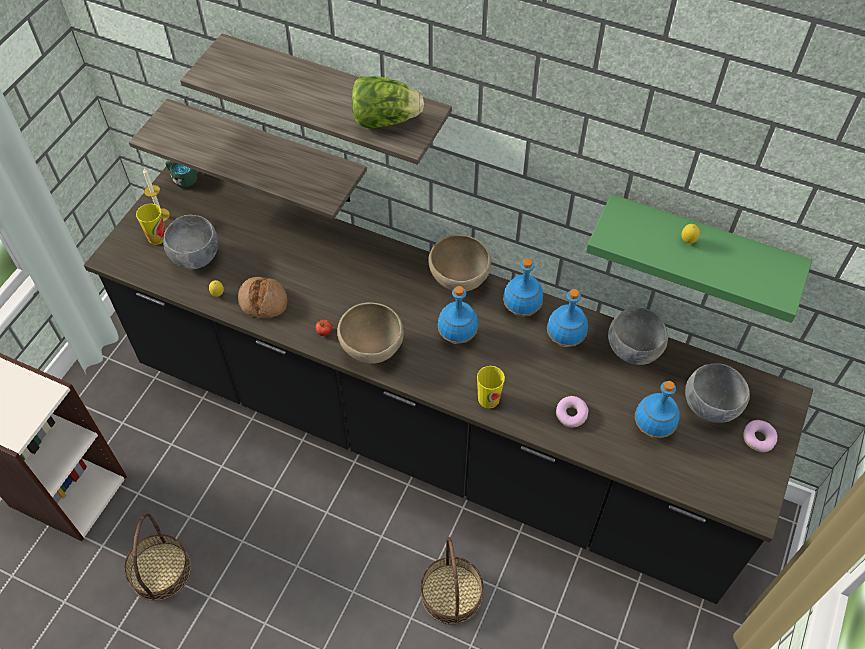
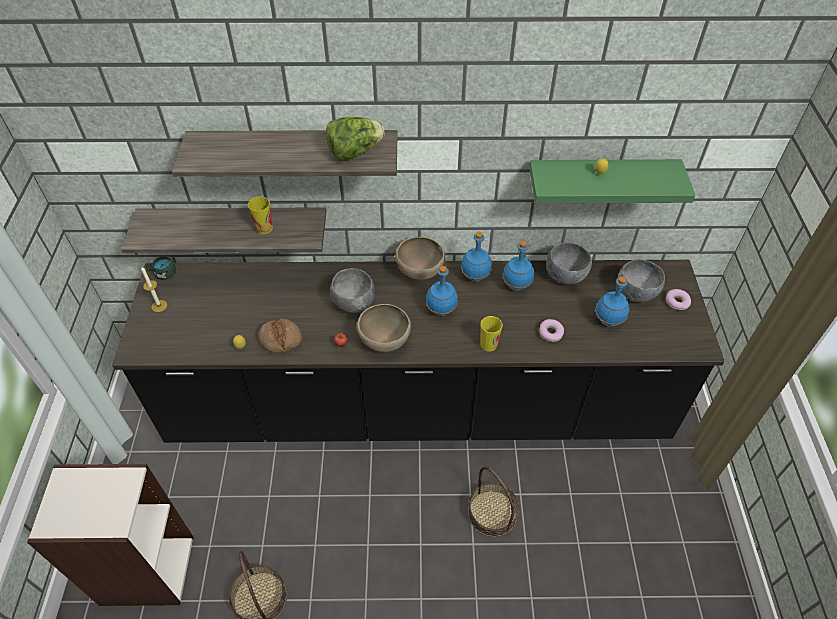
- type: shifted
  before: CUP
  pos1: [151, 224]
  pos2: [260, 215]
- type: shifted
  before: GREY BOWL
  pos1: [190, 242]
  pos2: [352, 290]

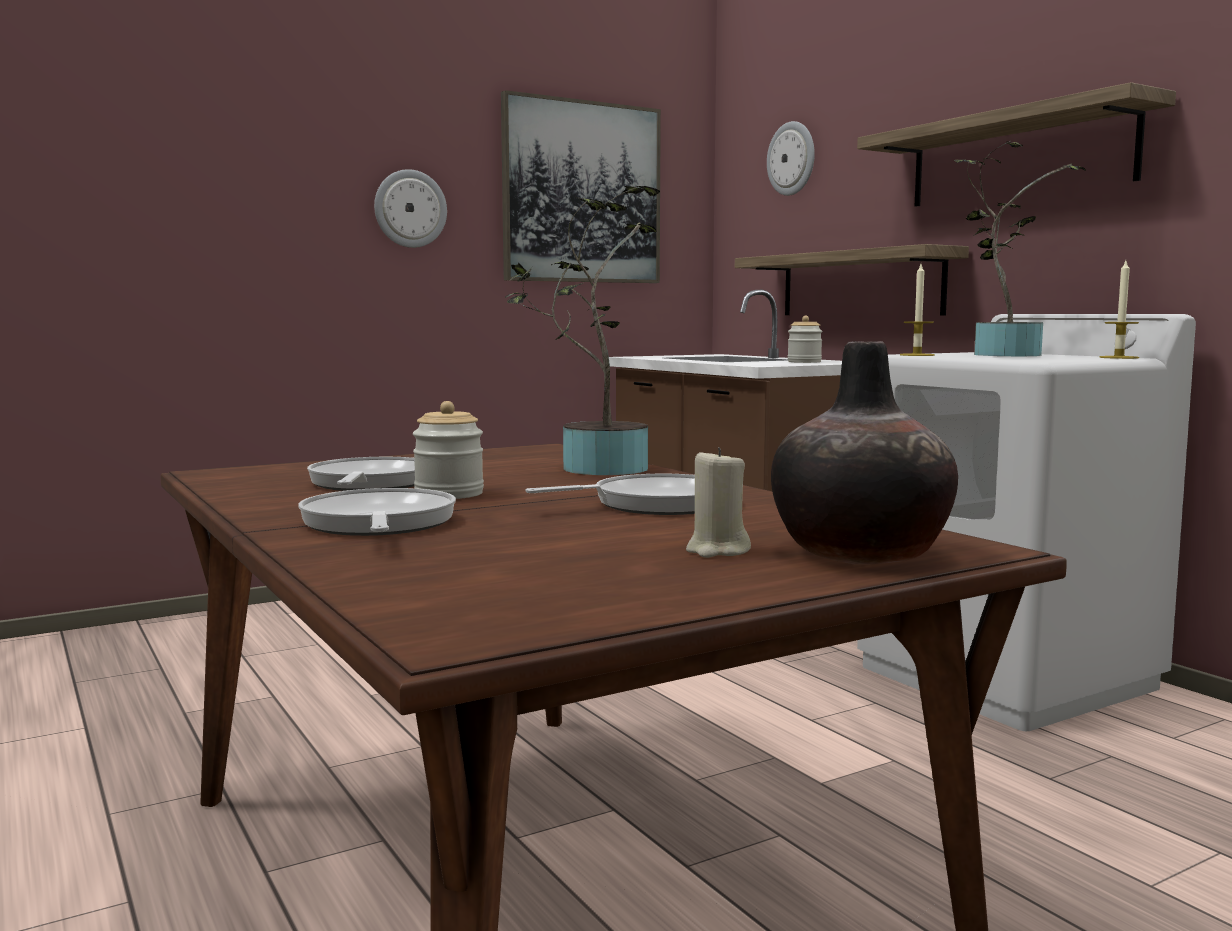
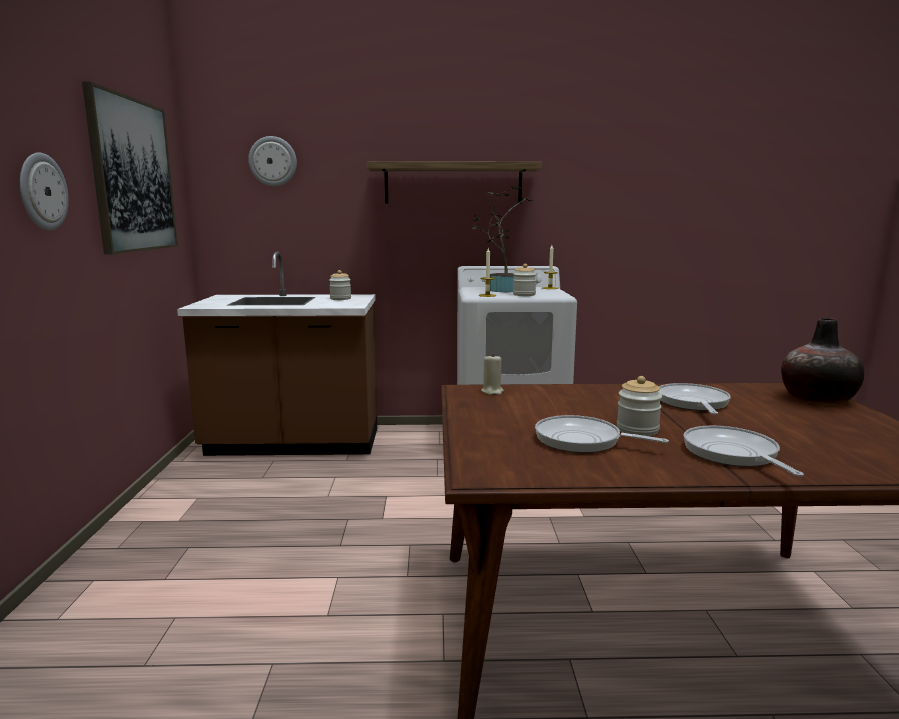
- type: gone
  before: POTTED PLANT
  pos1: [582, 330]
- type: gone
  before: SHELF
  pos1: [852, 280]
- type: new
  after: JAR
  pos2: [525, 280]
- type: shifted
  before: BEIGE CANDLE
  pos1: [718, 502]
  pos2: [492, 374]
- type: rotated
  before: FRYING PAN
  pos1: [377, 512]
  pos2: [743, 451]
  turn: 60

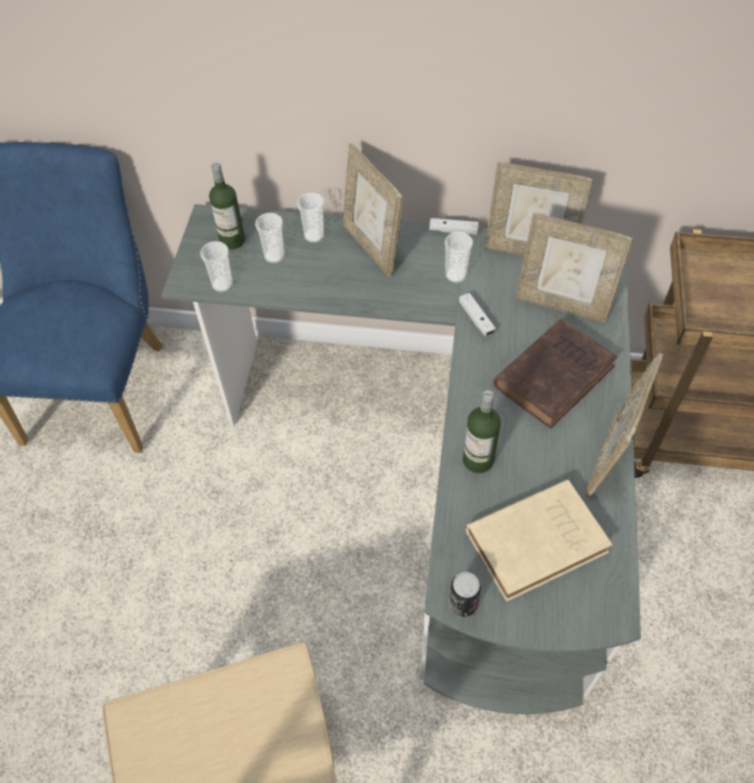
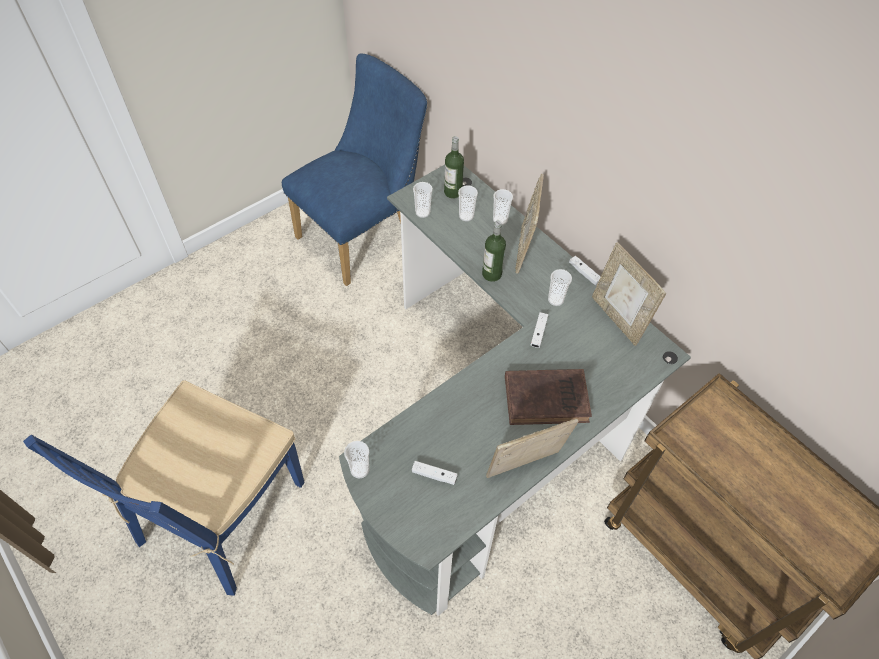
- type: gone
  before: PICTURE FRAME
  pos1: [574, 268]
- type: shifted
  before: BOTTLE
  pos1: [482, 431]
  pos2: [494, 251]
- type: swapped
  before: CAN
  after: CUP
  pos1: [465, 594]
  pos2: [356, 460]
- type: swapped
  before: BEIGE BOOK
  after: WHITE GAME CONTROLLER
  pos1: [539, 540]
  pos2: [435, 473]

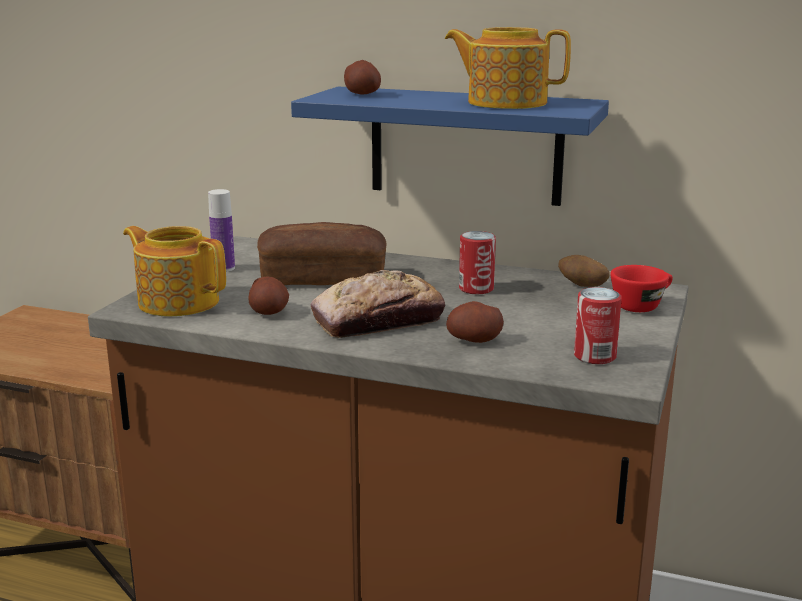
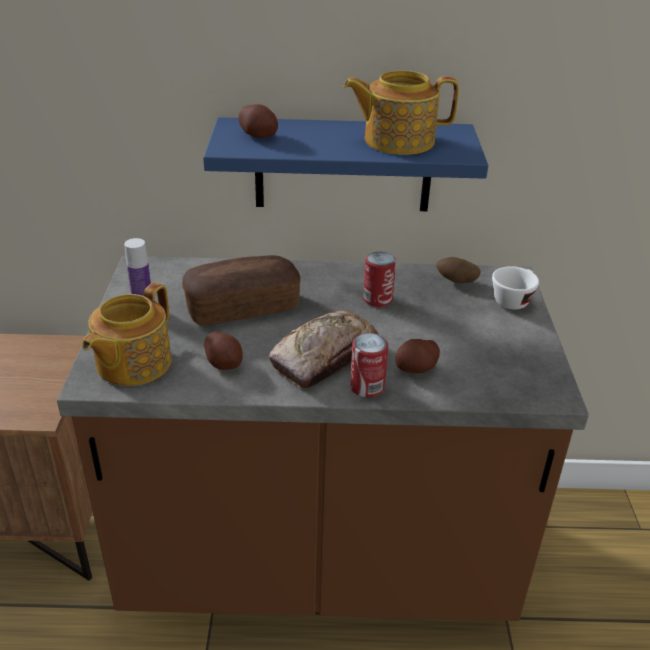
- type: shifted
  before: CAN
  pos1: [598, 325]
  pos2: [369, 365]
- type: repainted
  before: RED CUP
  after: WHITE CUP
  pos1: [641, 288]
  pos2: [515, 288]
- type: rotated
  before: TEAPOT
  pos1: [174, 271]
  pos2: [127, 334]
  turn: -75

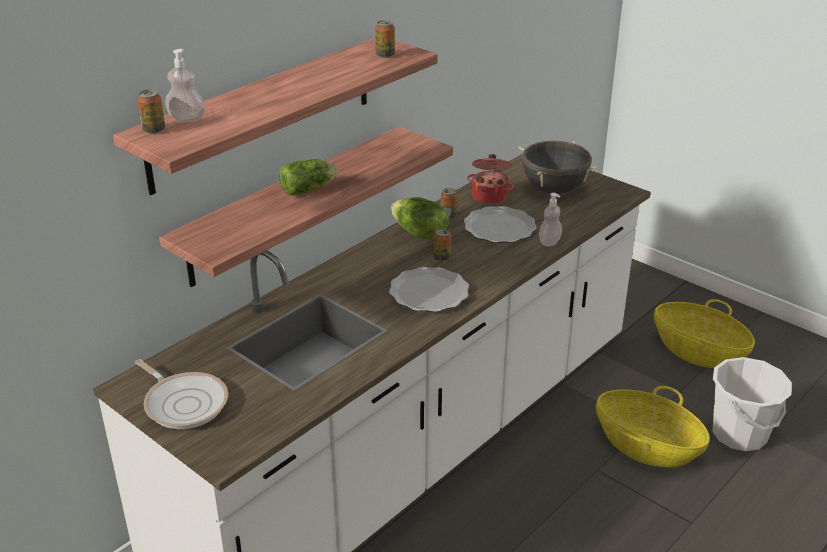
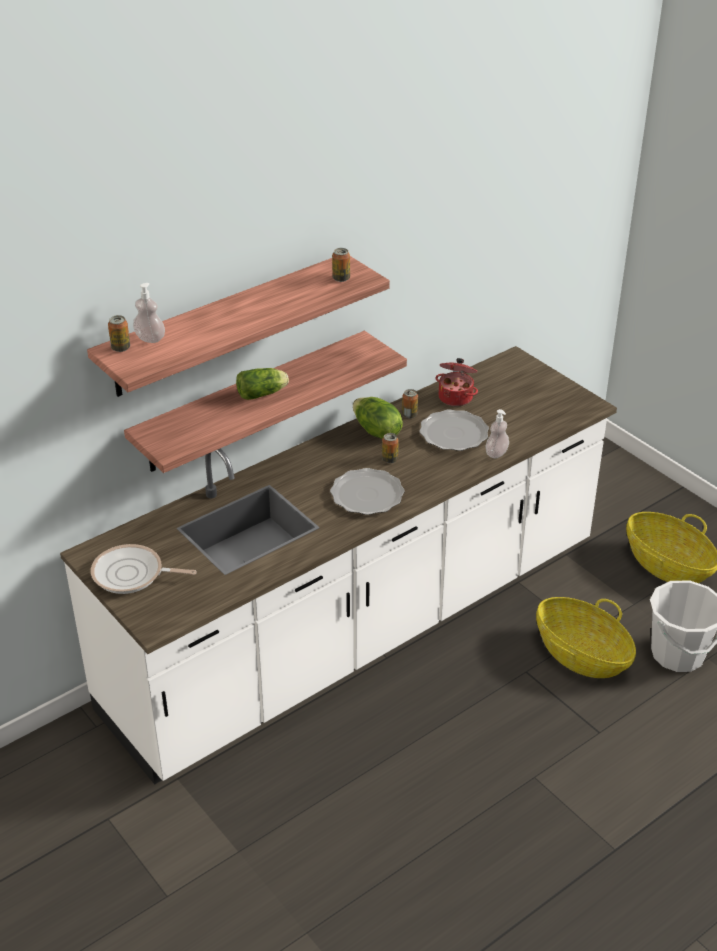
- type: gone
  before: BLACK COOKING POT
  pos1: [557, 167]
- type: rotated
  before: FRYING PAN
  pos1: [181, 394]
  pos2: [144, 569]
  turn: 135

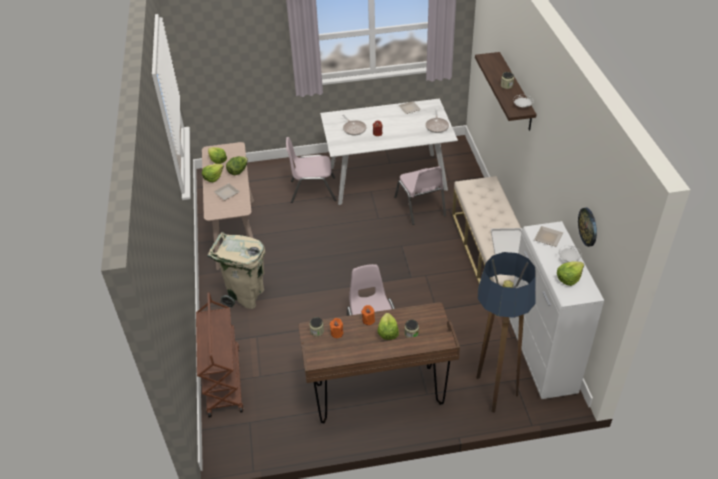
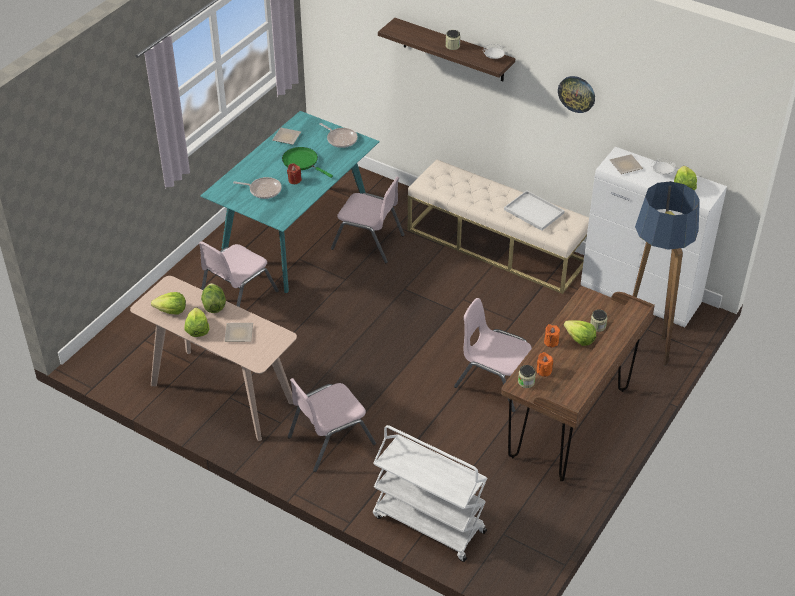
- type: new
  after: GREEN FRYING PAN
  pos2: [307, 162]
- type: shifted
  before: WALL CLOCK
  pos1: [587, 227]
  pos2: [576, 94]
- type: swapped
  before: BEIGE TRASH CAN
  after: PINK CHAIR
  pos1: [236, 270]
  pos2: [332, 425]
- type: repainted
  before: BROWN CART
  after: WHITE CART
  pos1: [219, 355]
  pos2: [430, 493]
- type: repainted
  before: WHITE DINING TABLE
  after: TURQUOISE DINING TABLE
  pos1: [389, 152]
  pos2: [290, 202]

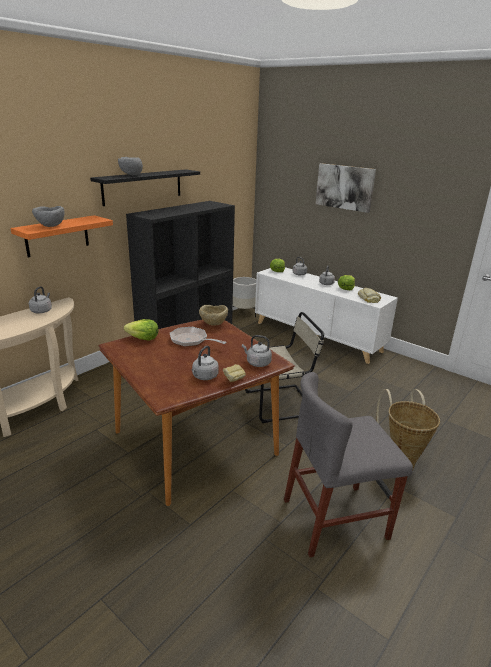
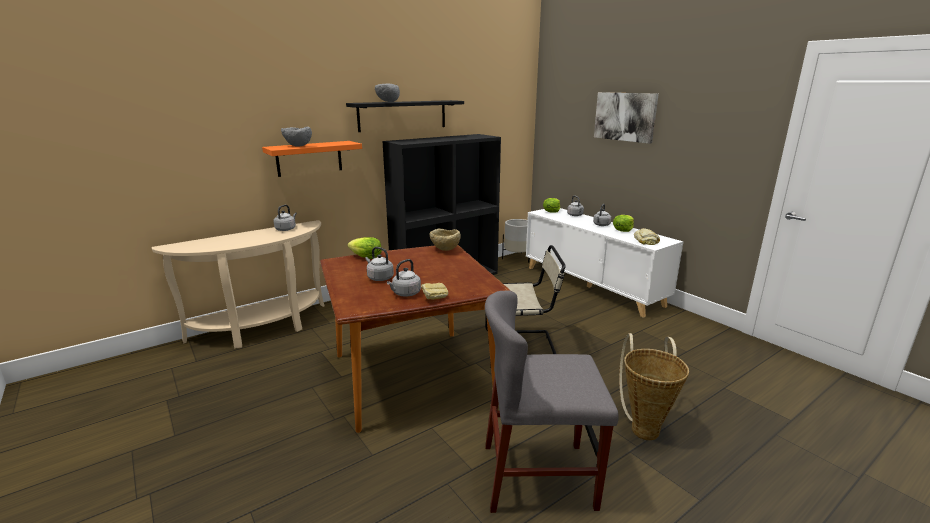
- type: gone
  before: FRYING PAN
  pos1: [198, 337]
- type: shifted
  before: GREY KETTLE
  pos1: [257, 351]
  pos2: [379, 264]

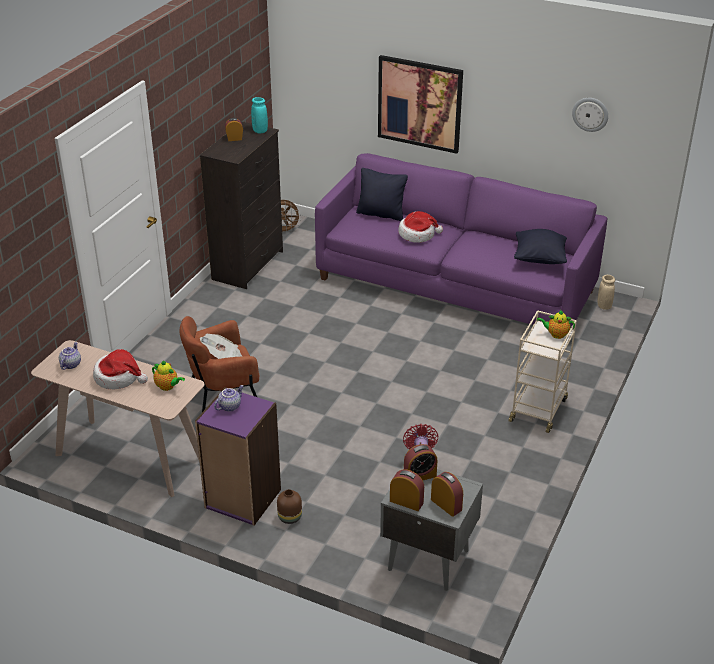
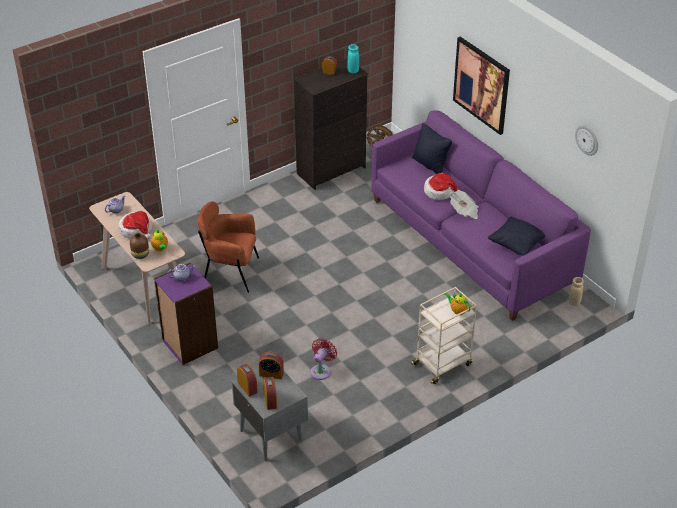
- type: shifted
  before: NEWSPAPER
  pos1: [221, 346]
  pos2: [464, 205]
- type: shifted
  before: BROWN VASE
  pos1: [289, 506]
  pos2: [139, 246]

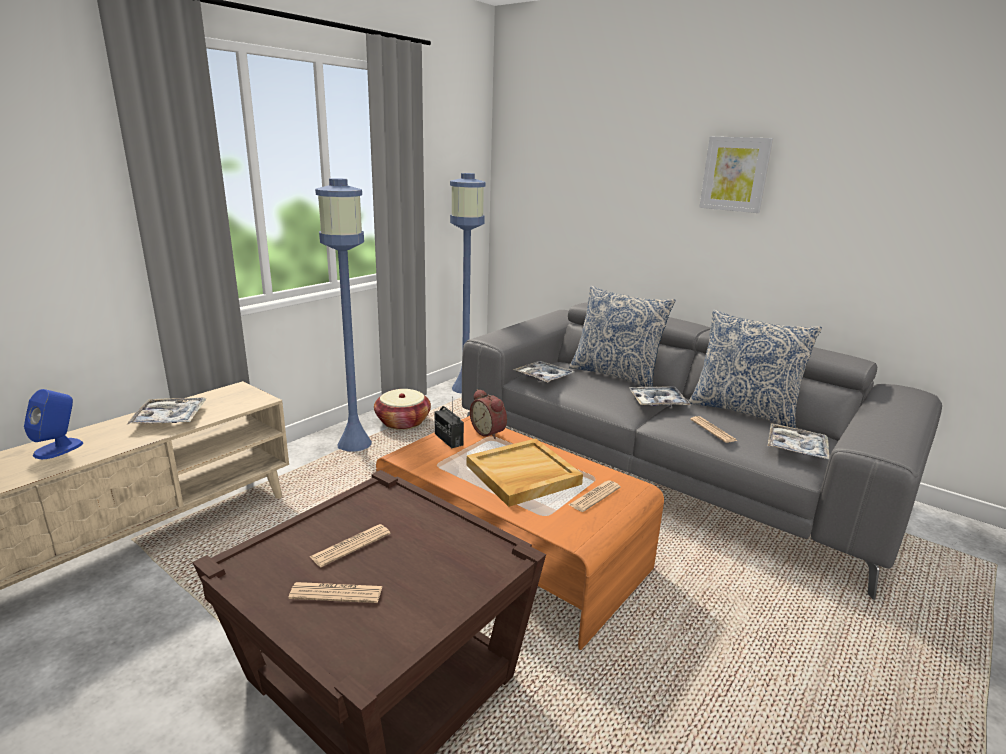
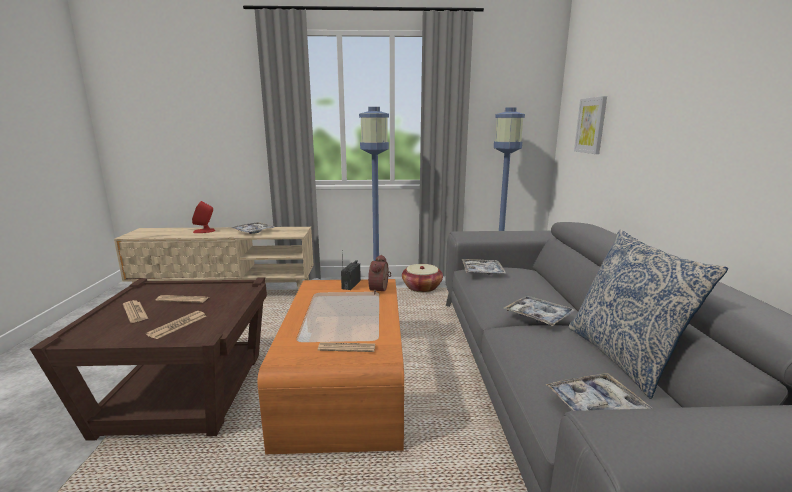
- type: gone
  before: BEIGE TRAY
  pos1: [525, 472]
- type: gone
  before: PILLOW
  pos1: [622, 336]
- type: shifted
  before: NEWSPAPER
  pos1: [713, 429]
  pos2: [176, 325]
- type: shifted
  before: PICTURE
  pos1: [736, 175]
  pos2: [590, 125]
- type: repainted
  before: BLUE SPEAKER
  after: RED SPEAKER
  pos1: [53, 424]
  pos2: [203, 217]

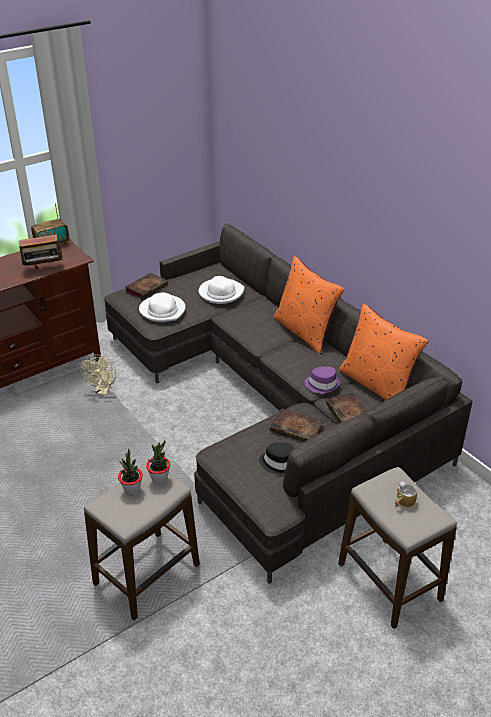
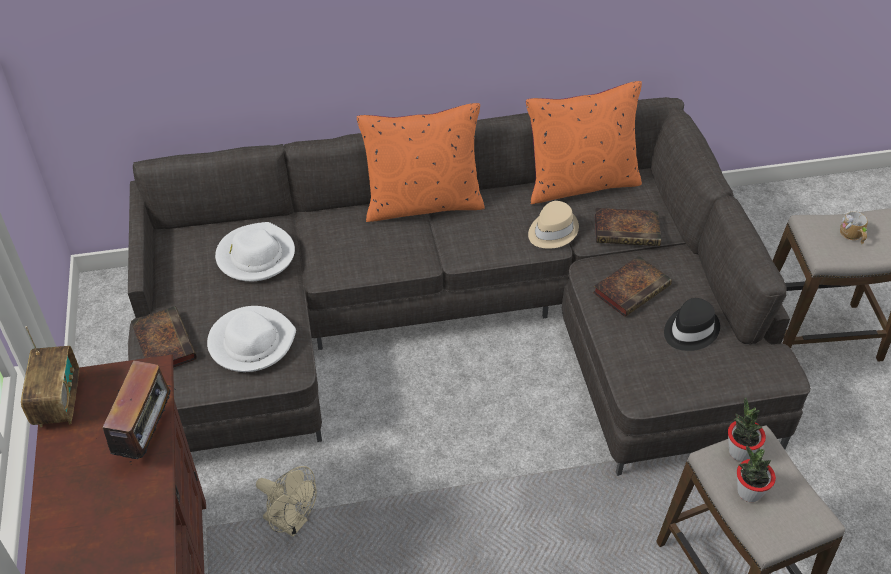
- type: repainted
  before: PURPLE HAT
  after: BEIGE HAT
  pos1: [322, 380]
  pos2: [553, 225]

